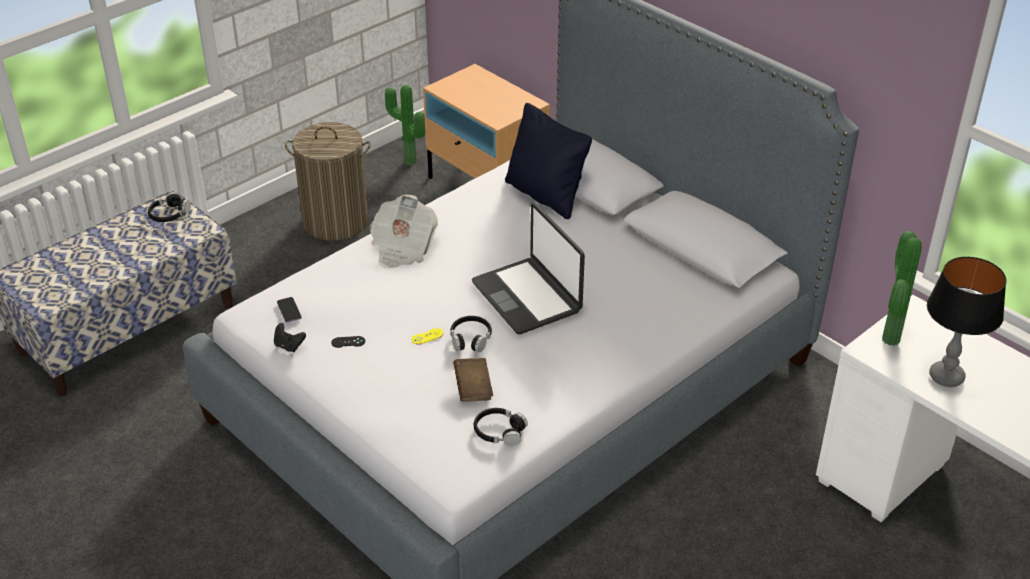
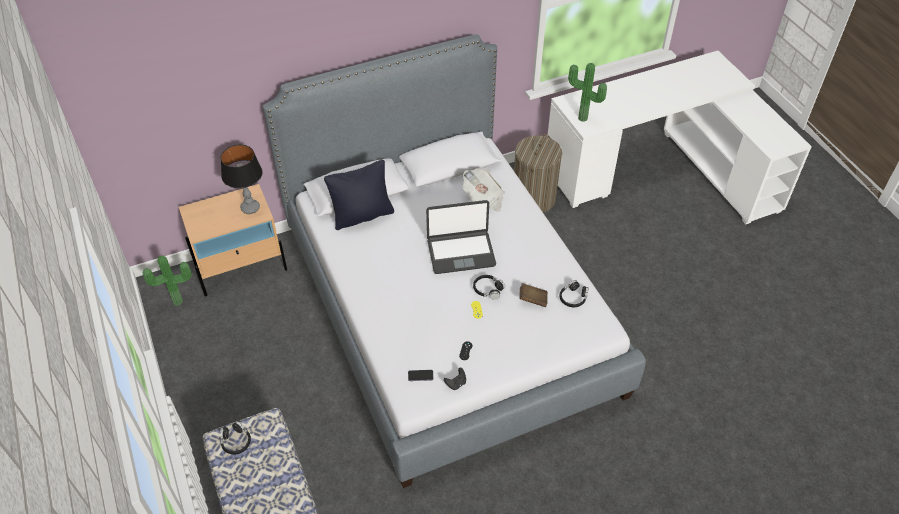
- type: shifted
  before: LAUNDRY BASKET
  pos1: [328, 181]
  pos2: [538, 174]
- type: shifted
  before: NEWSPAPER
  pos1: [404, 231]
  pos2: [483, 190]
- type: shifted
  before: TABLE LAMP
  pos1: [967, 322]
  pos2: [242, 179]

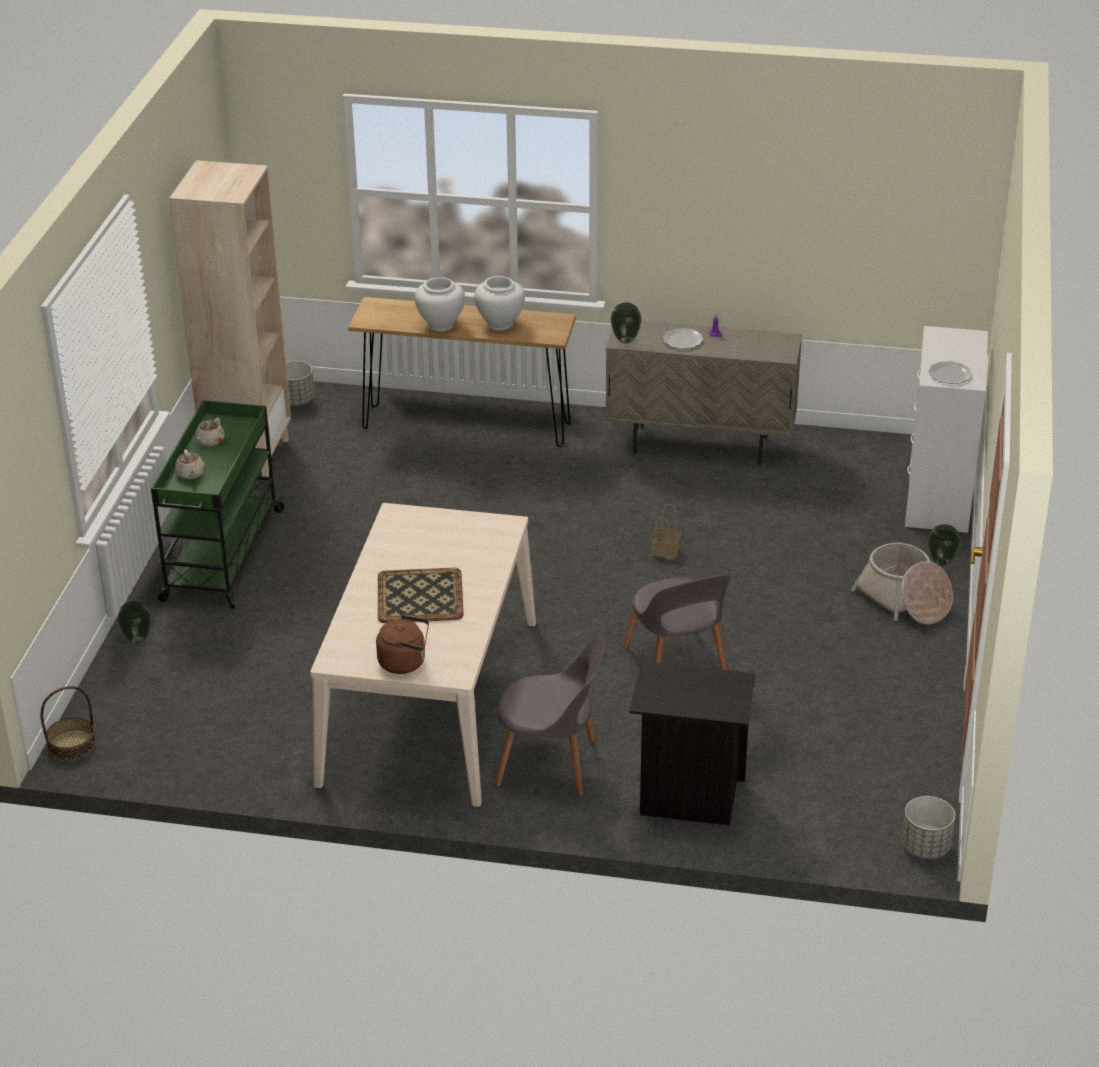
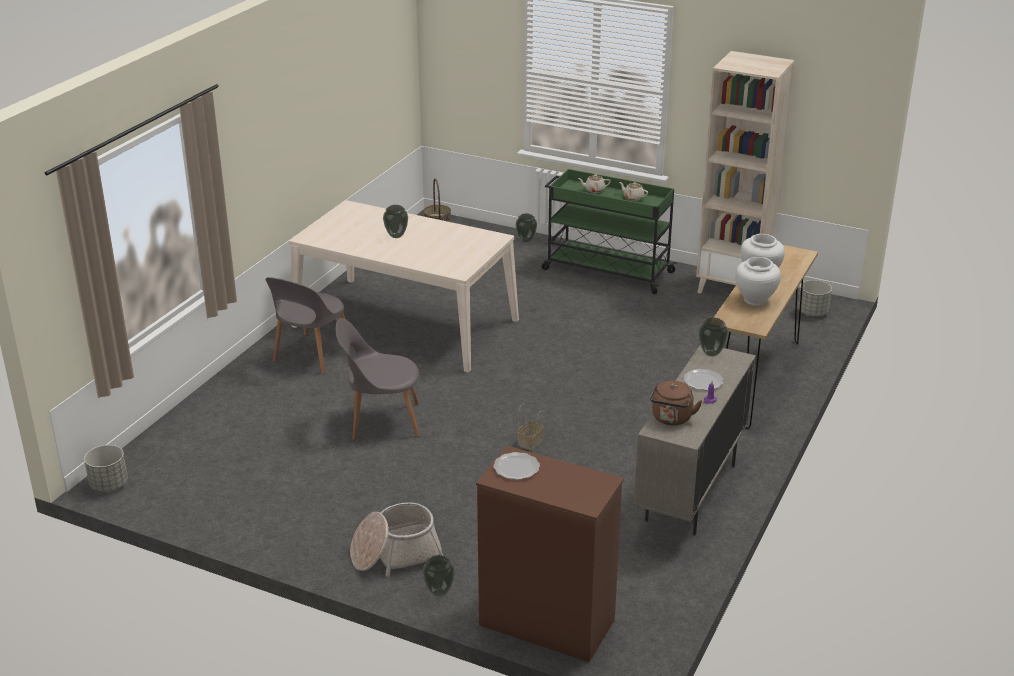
- type: gone
  before: BLACK NIGHTSTAND
  pos1: [692, 743]
- type: shifted
  before: BROWN KETTLE
  pos1: [402, 644]
  pos2: [676, 403]
- type: swapped
  before: TRAY
  after: VASE
  pos1: [421, 595]
  pos2: [395, 221]
- type: repainted
  before: WHITE DRESSER
  after: BROWN DRESSER
  pos1: [946, 429]
  pos2: [550, 554]

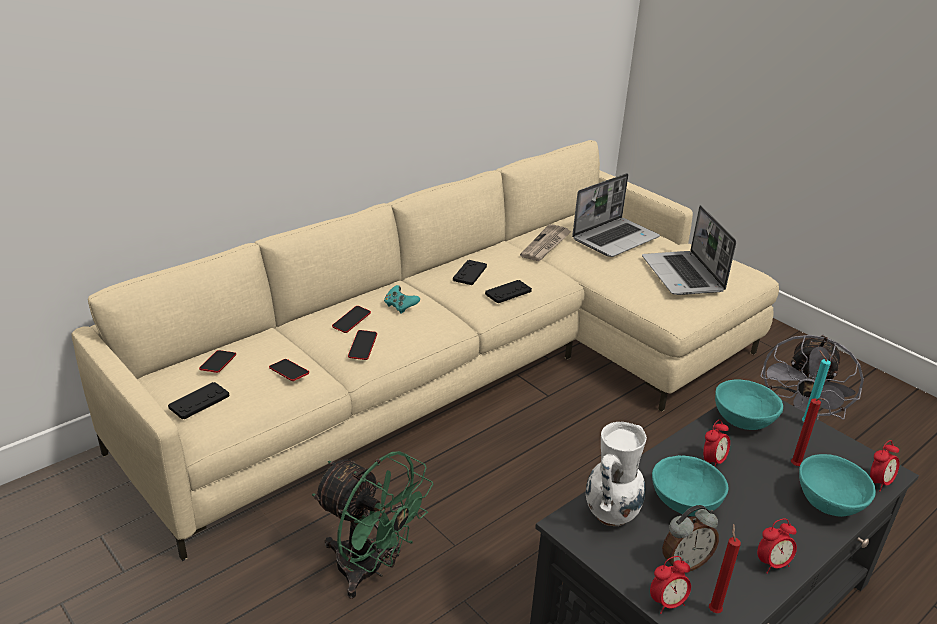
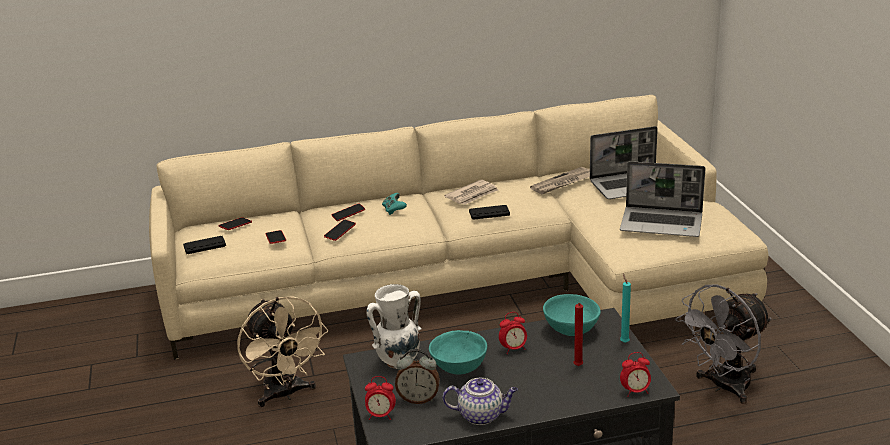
- type: gone
  before: RED CANDLE
  pos1: [725, 568]
- type: gone
  before: TURQUOISE BOWL
  pos1: [837, 485]
- type: swapped
  before: BLACK GAME CONTROLLER
  after: NEWSPAPER
  pos1: [470, 272]
  pos2: [471, 192]
- type: swapped
  before: ALARM CLOCK
  after: TEAPOT
  pos1: [777, 546]
  pos2: [480, 401]
- type: repainted
  before: GREEN FAN
  after: BEIGE FAN
  pos1: [373, 525]
  pos2: [283, 351]
- type: rotated
  before: LAPTOP
  pos1: [689, 250]
  pos2: [663, 199]
  turn: -90

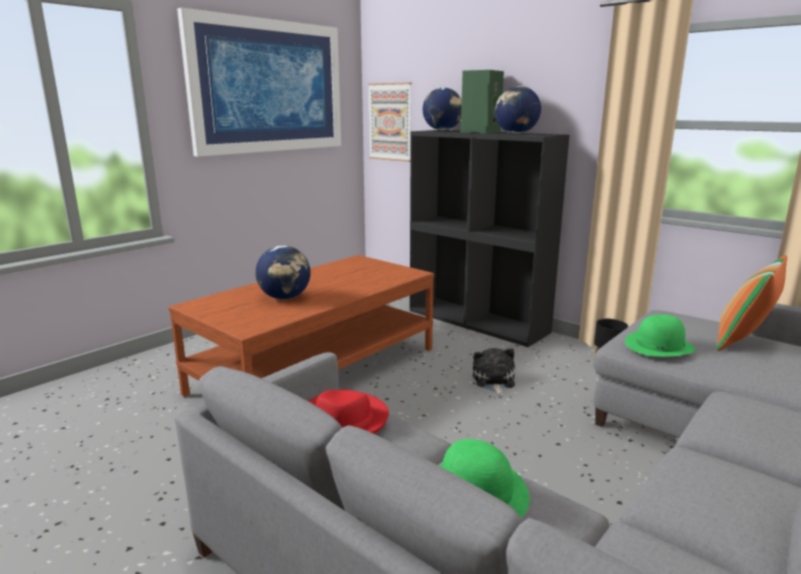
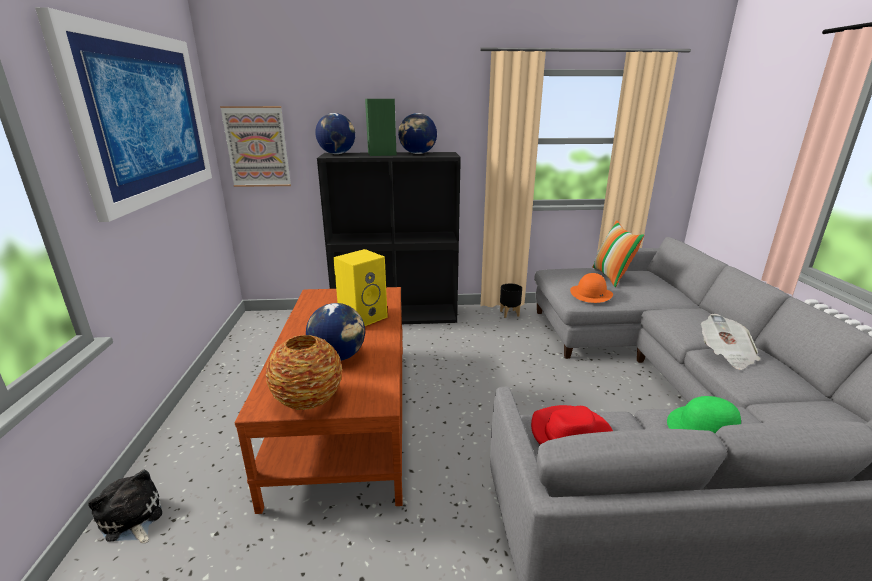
- type: new
  after: VASE
  pos2: [304, 372]
- type: new
  after: YELLOW SPEAKER
  pos2: [360, 287]
- type: new
  after: NEWSPAPER
  pos2: [730, 342]
- type: shifted
  before: PLUSH TOY
  pos1: [494, 372]
  pos2: [125, 506]
- type: repainted
  before: GREEN HAT
  after: ORANGE HAT
  pos1: [660, 335]
  pos2: [591, 288]

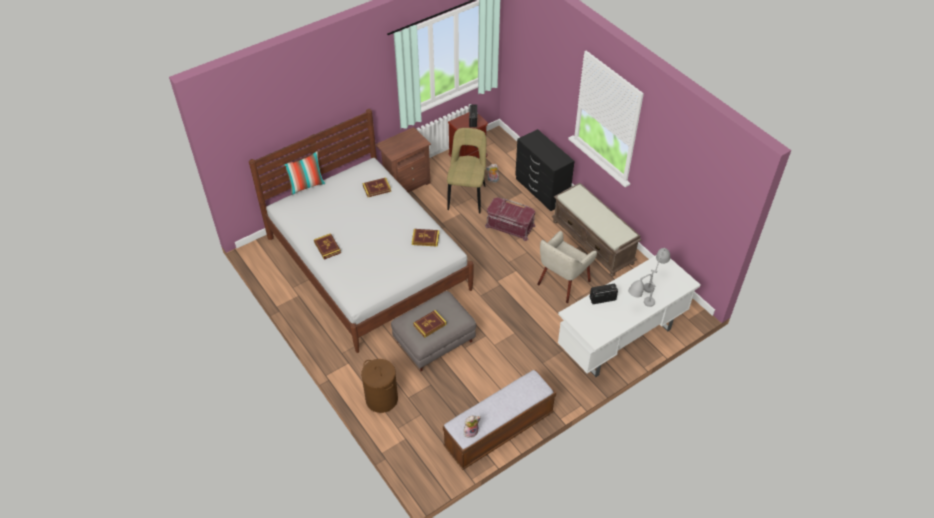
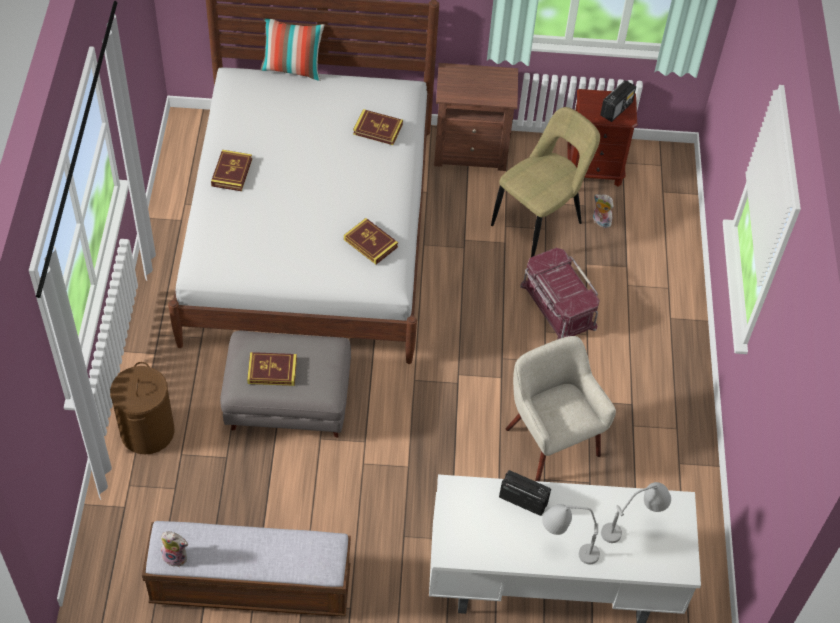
- type: gone
  before: BLACK DRESSER
  pos1: [544, 170]
- type: gone
  before: BROWN BENCH
  pos1: [597, 230]
- type: rotated
  before: BEIGE ARMCHAIR
  pos1: [567, 267]
  pos2: [561, 408]
  turn: 75

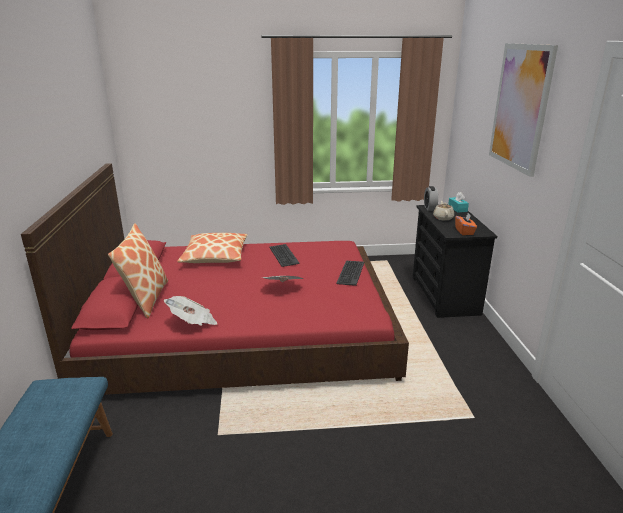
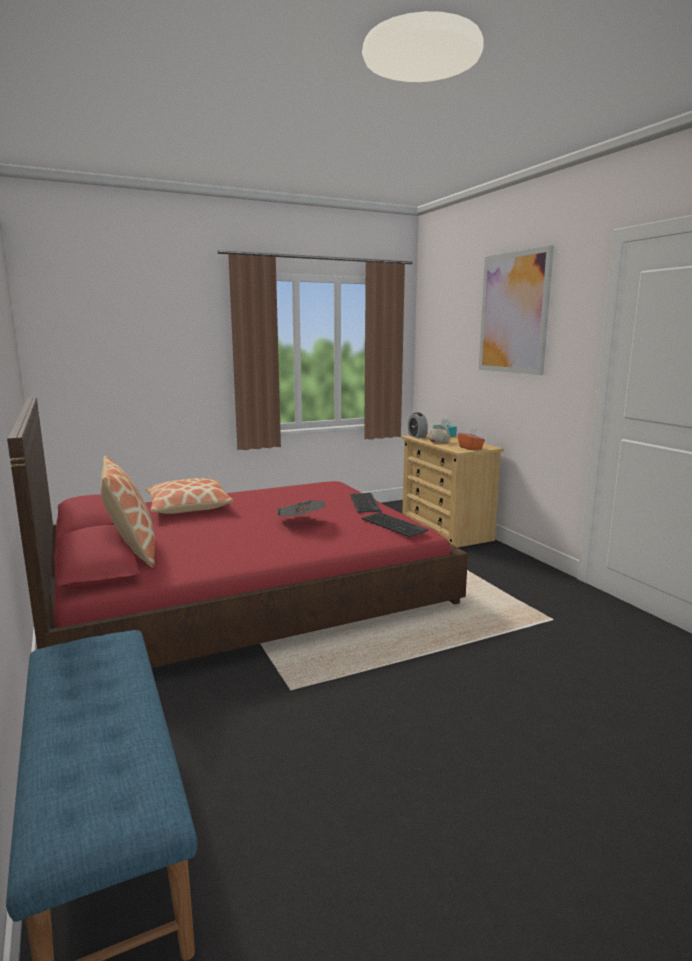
- type: gone
  before: NEWSPAPER
  pos1: [191, 311]
- type: shifted
  before: KEYBOARD
  pos1: [284, 255]
  pos2: [395, 524]
- type: repainted
  before: BLACK DRESSER
  after: BEIGE DRESSER
  pos1: [455, 261]
  pos2: [452, 491]

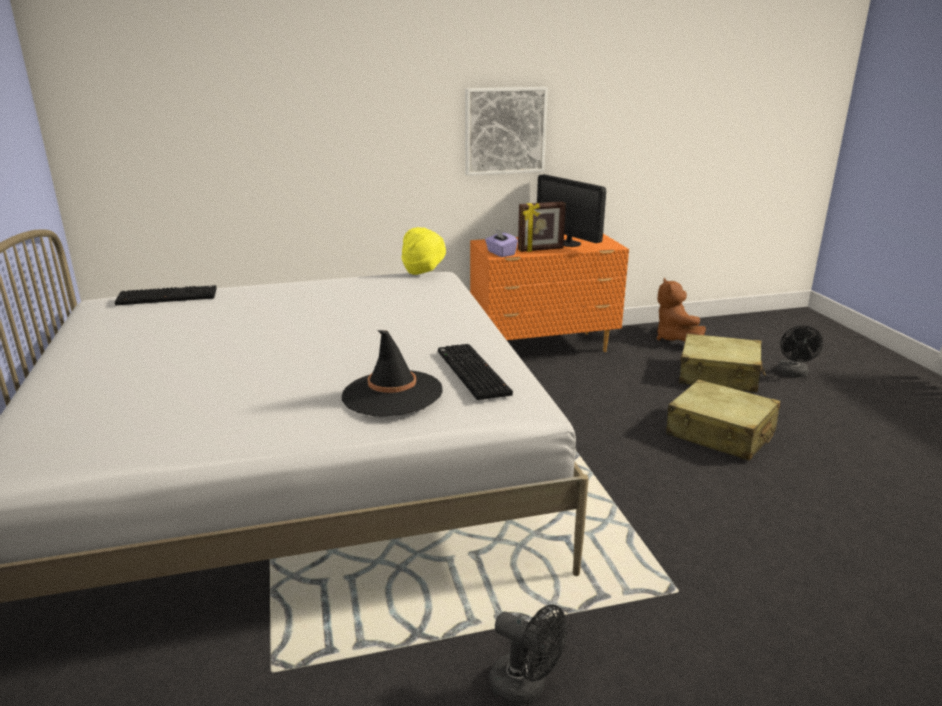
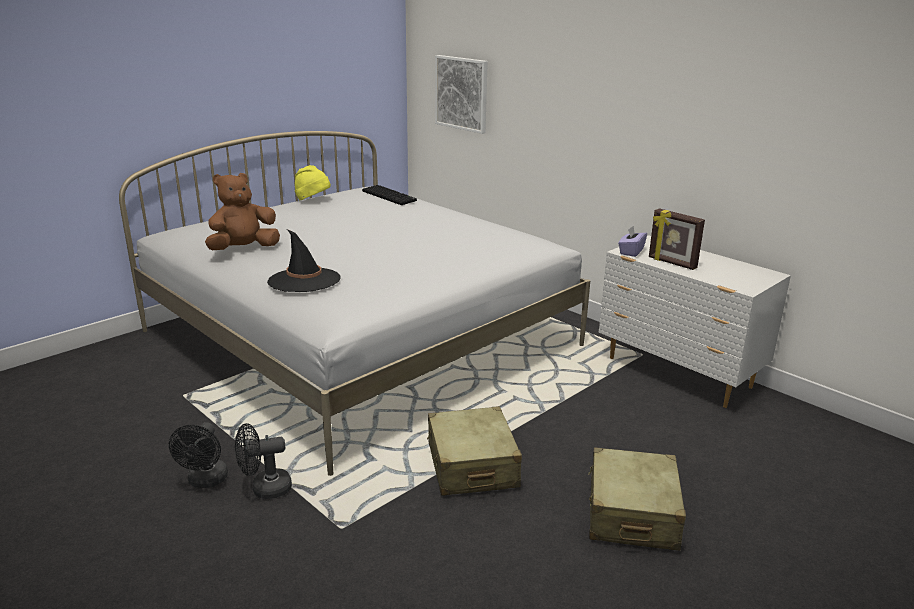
- type: gone
  before: KEYBOARD
  pos1: [475, 372]
- type: gone
  before: MONITOR
  pos1: [571, 210]
- type: shifted
  before: YELLOW HAT
  pos1: [423, 251]
  pos2: [313, 182]
- type: shifted
  before: PICTURE
  pos1: [506, 131]
  pos2: [461, 94]
- type: shifted
  before: BROWN PLUSH TOY
  pos1: [681, 310]
  pos2: [242, 211]
- type: shifted
  before: BEIGE SUITCASE
  pos1: [722, 363]
  pos2: [474, 451]
- type: shifted
  before: BLACK FAN
  pos1: [800, 351]
  pos2: [263, 461]
- type: repainted
  before: ORANGE DRESSER
  after: WHITE DRESSER
  pos1: [549, 293]
  pos2: [694, 321]

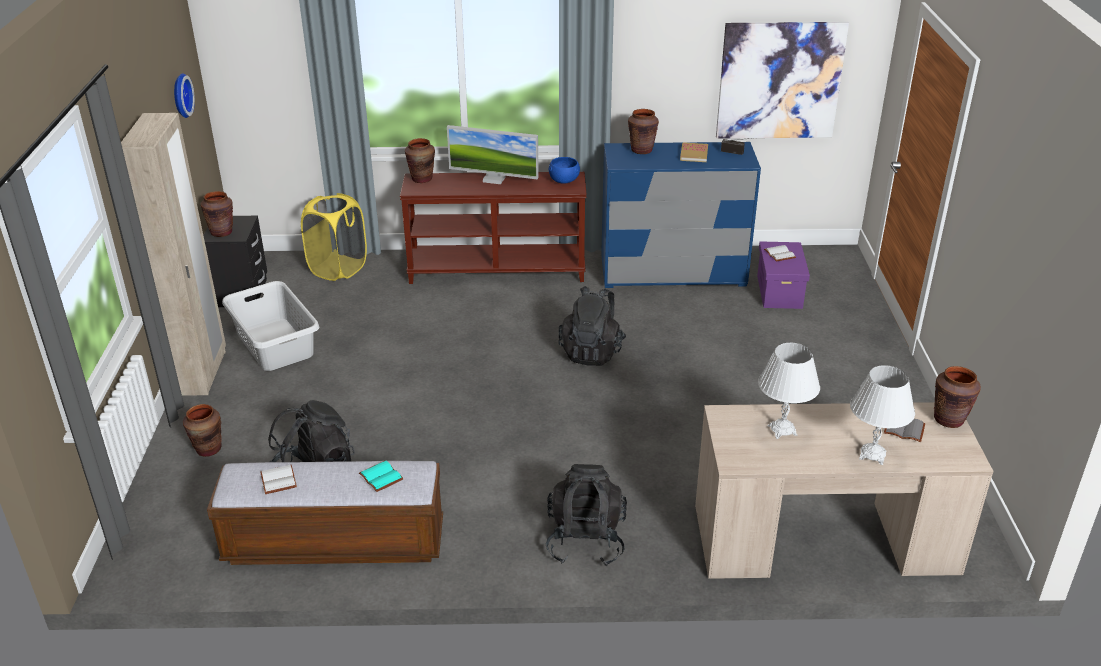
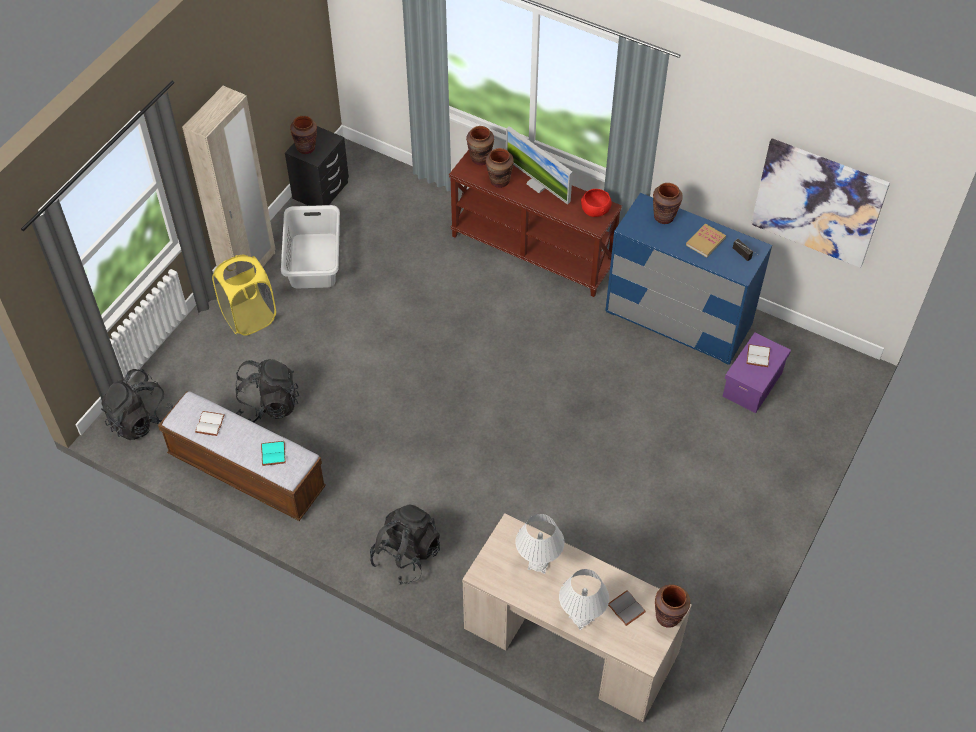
- type: gone
  before: WALL CLOCK
  pos1: [184, 95]
- type: shifted
  before: BROWN VASE
  pos1: [202, 430]
  pos2: [500, 168]
- type: shifted
  before: YELLOW LAUNDRY BASKET
  pos1: [334, 237]
  pos2: [244, 295]
- type: shifted
  before: BLACK BACKPACK
  pos1: [592, 326]
  pos2: [137, 404]
- type: repainted
  before: BLUE BOWL
  after: RED BOWL
  pos1: [564, 170]
  pos2: [596, 203]

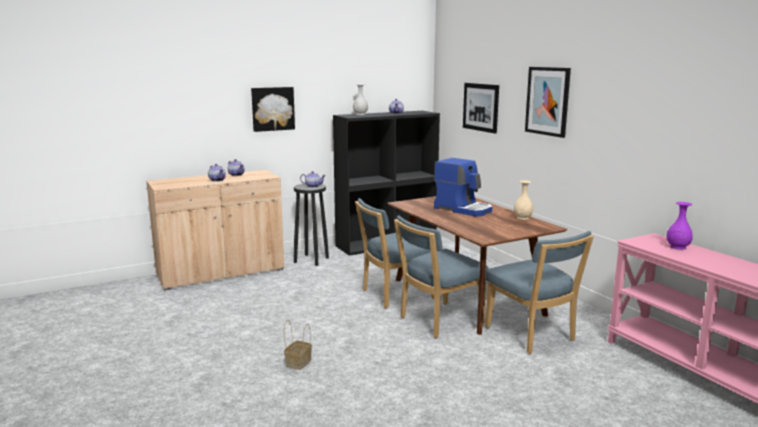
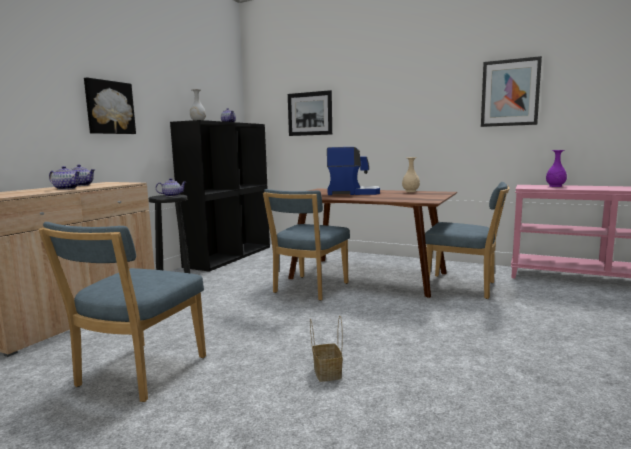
- type: shifted
  before: BLUE CHAIR
  pos1: [441, 276]
  pos2: [122, 312]
- type: shifted
  before: PICTURE
  pos1: [548, 102]
  pos2: [511, 91]

